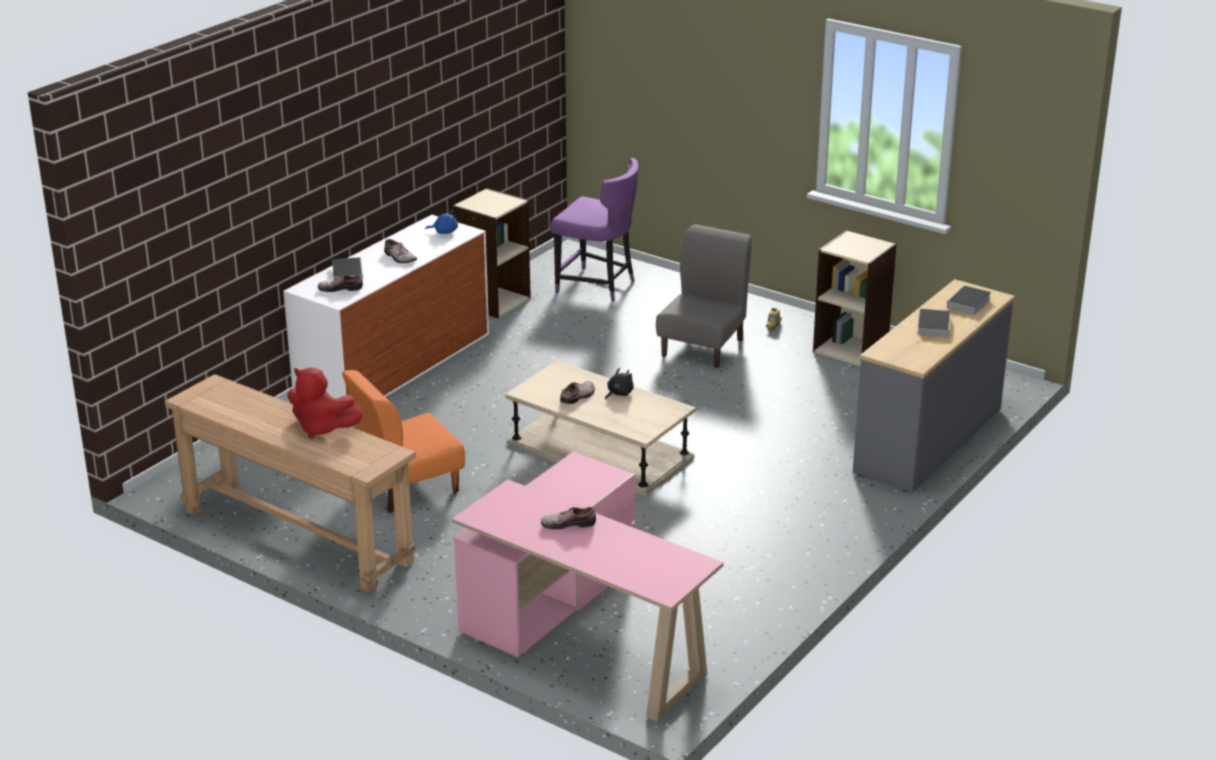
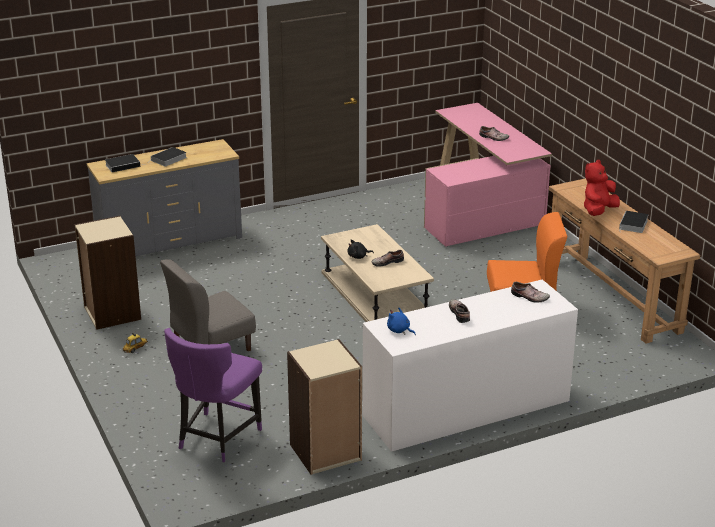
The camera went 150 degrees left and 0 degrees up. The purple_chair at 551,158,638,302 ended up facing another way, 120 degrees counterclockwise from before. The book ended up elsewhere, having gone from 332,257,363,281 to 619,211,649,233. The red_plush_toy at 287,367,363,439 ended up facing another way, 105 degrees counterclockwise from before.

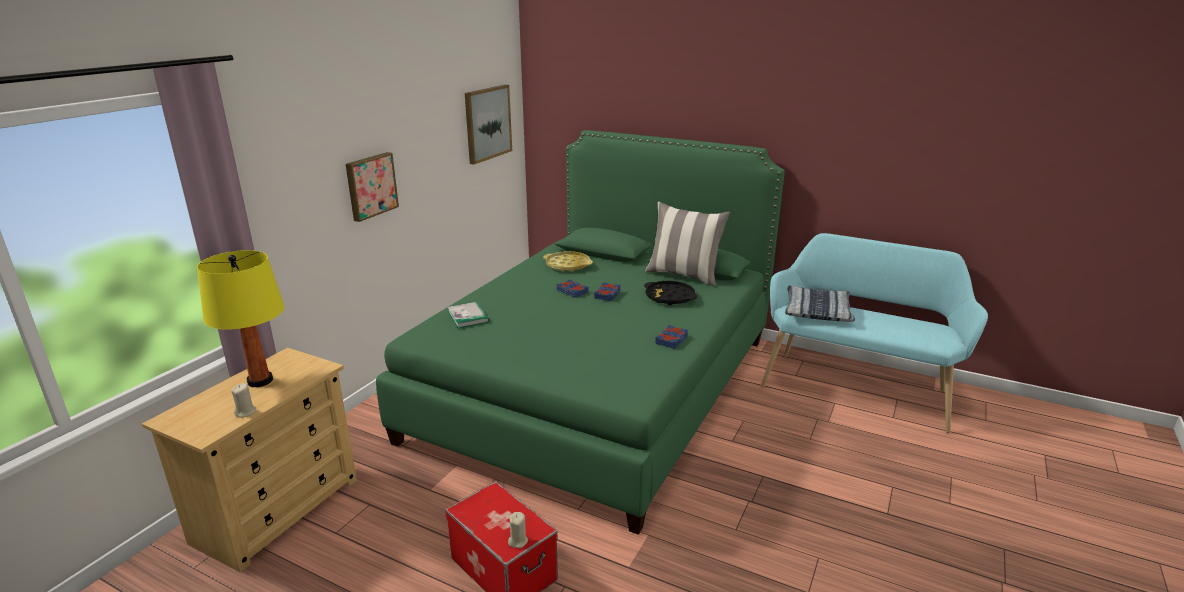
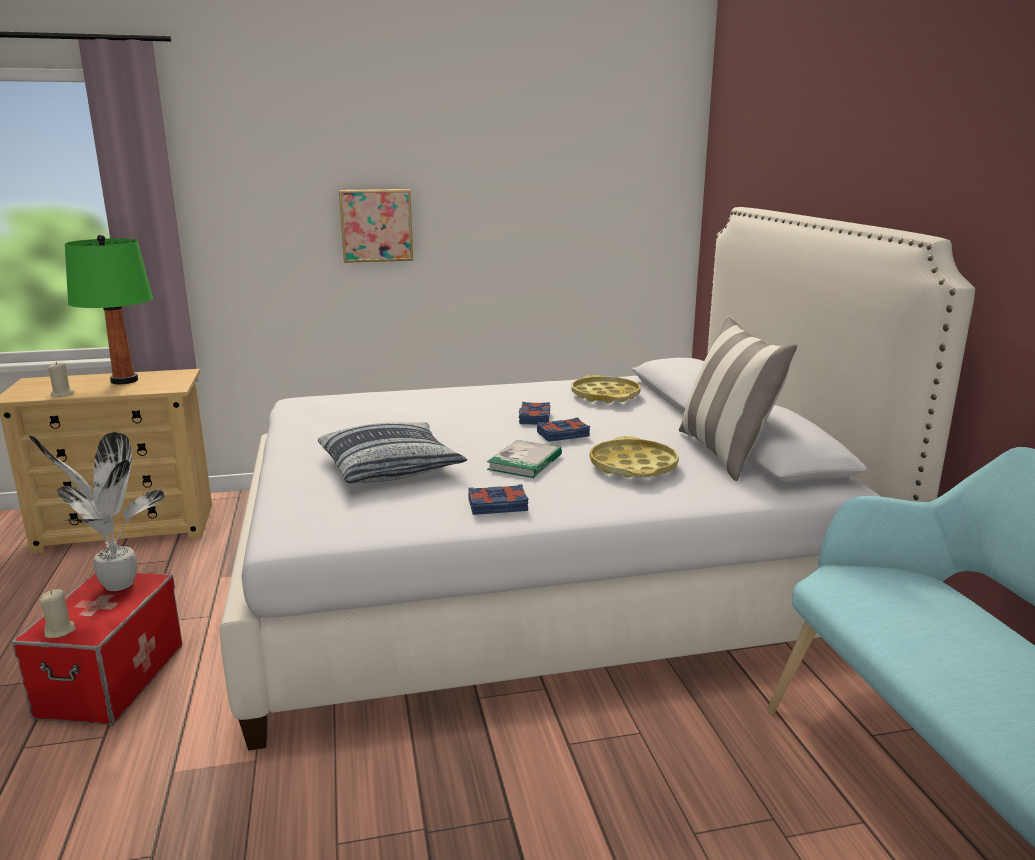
The camera went 50 degrees right and 5 degrees down. The second view lost the picture at 465,85,512,164. What was the green_bed at 376,130,785,535 turned into the white_bed at 220,207,975,750. What was the yellow_table_lamp at 197,250,284,387 turned into the green_table_lamp at 65,235,153,384. What was the black_tray at 644,281,697,305 turned into the yellow_tray at 590,436,679,477. The pillow ended up elsewhere, having gone from 785,286,855,322 to 318,422,467,483. The book ended up elsewhere, having gone from 447,302,489,328 to 487,440,562,478. The second view gained the potted_plant at 29,432,165,591.

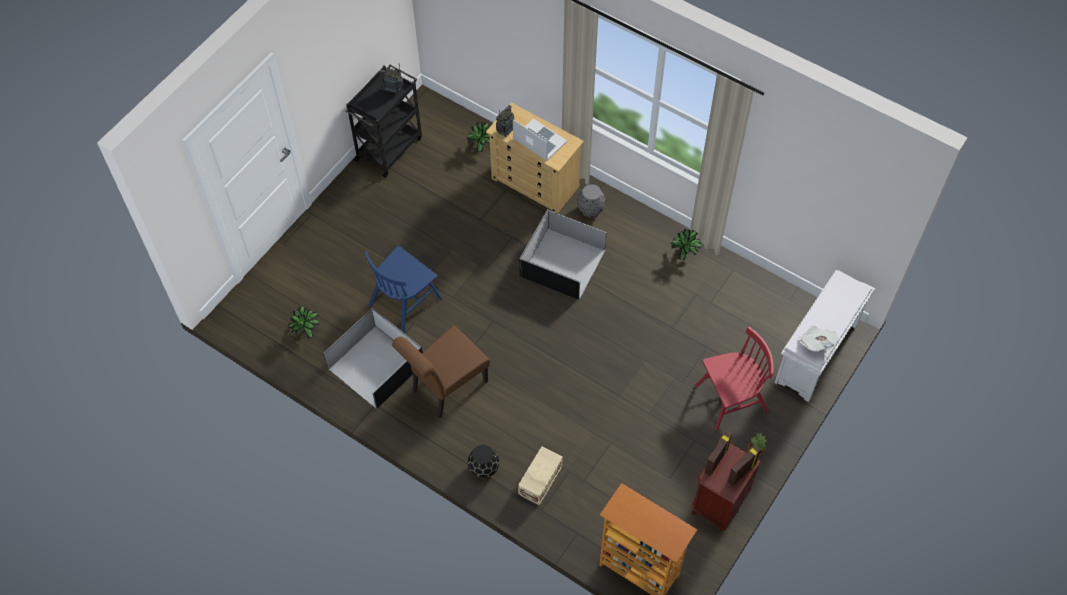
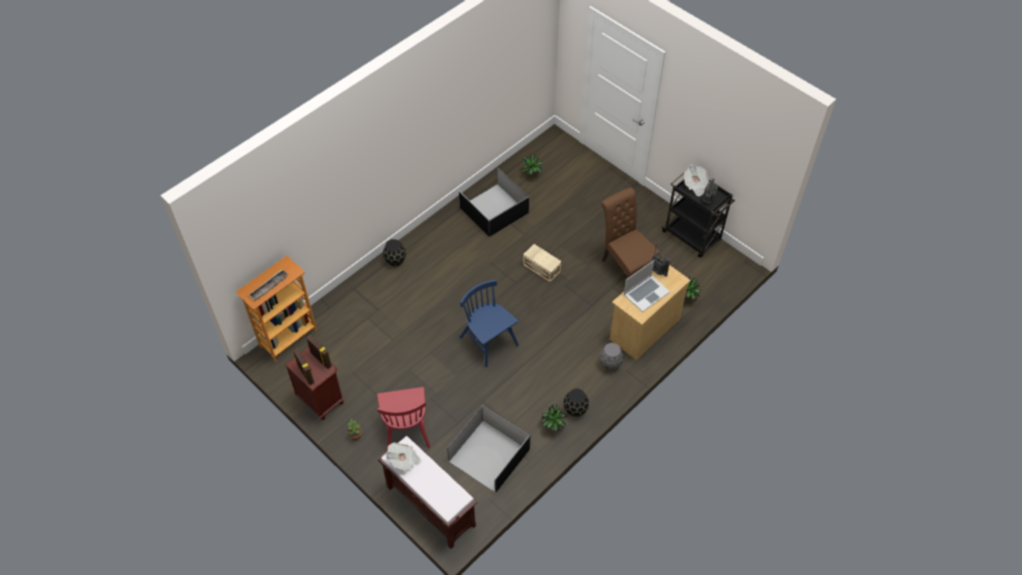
The camera went 100 degrees right and 5 degrees down. The black_storage_box ended up elsewhere, having gone from 519,209,607,300 to 447,405,530,493. The blue_chair ended up elsewhere, having gone from 364,246,442,333 to 460,280,519,367. What was the white_bench at 774,270,875,402 turned into the brown_bench at 378,436,478,549. The brown_chair ended up elsewhere, having gone from 392,326,490,418 to 601,187,660,278. The beige_storage_box ended up elsewhere, having gone from 518,446,563,505 to 523,244,561,282. The second view gained the newspaper at 684,165,709,197. The second view gained the tray at 249,270,289,301. The second view gained the black_vase at 564,389,589,417.

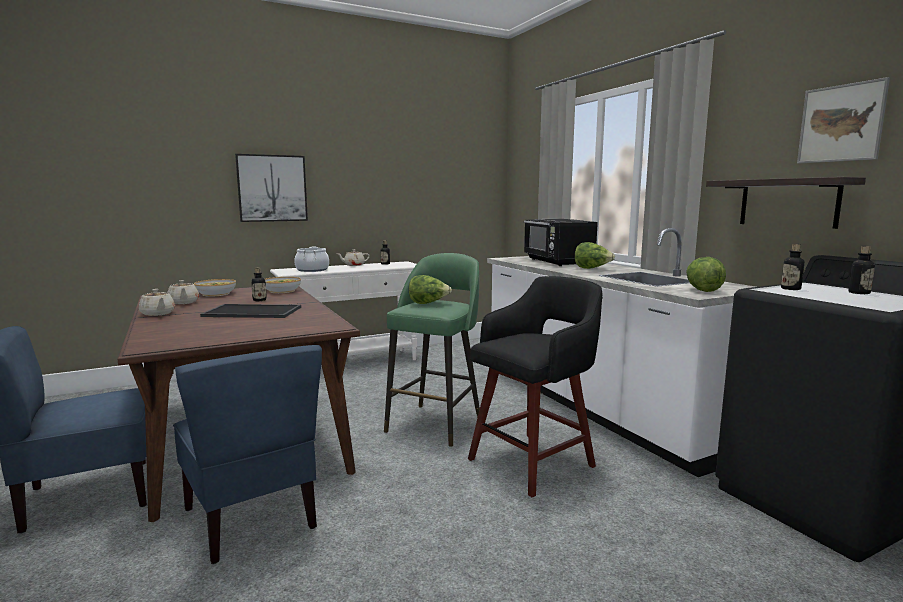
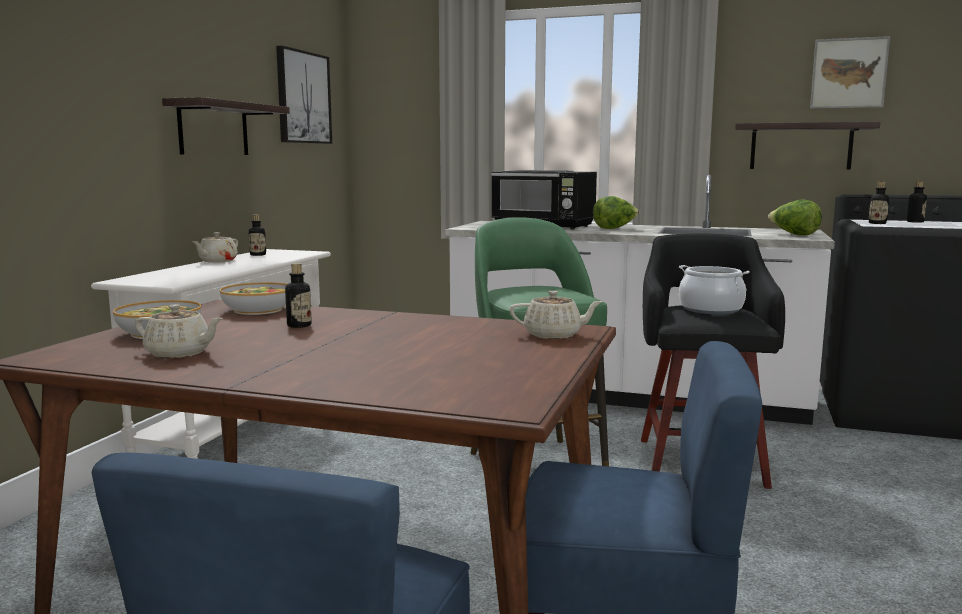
The camera went 45 degrees left and 0 degrees up. The picture ended up elsewhere, having gone from 235,154,308,222 to 276,46,332,144. The cooking_pot ended up elsewhere, having gone from 294,247,329,272 to 679,265,750,314. The second view lost the lettuce at 409,275,452,304. The beige_teapot ended up elsewhere, having gone from 139,289,175,316 to 509,291,603,339. The second view lost the tray at 200,304,301,318. The second view gained the shelf at 162,97,290,155.

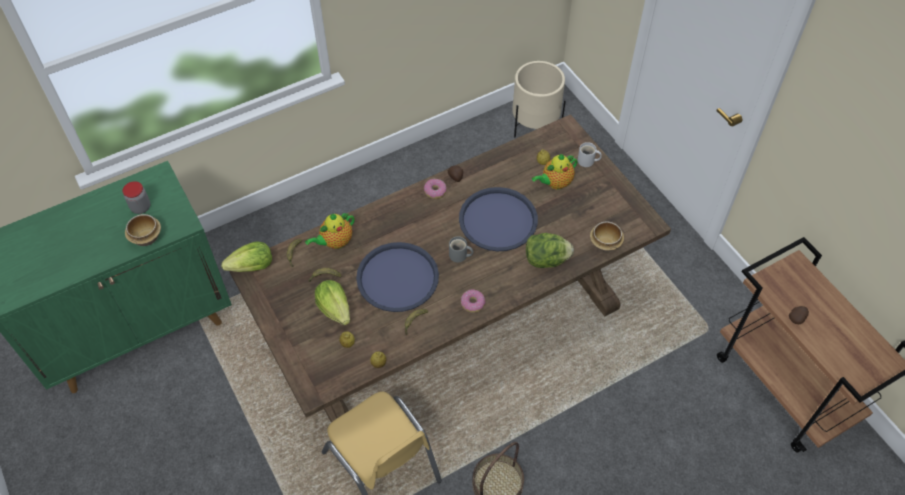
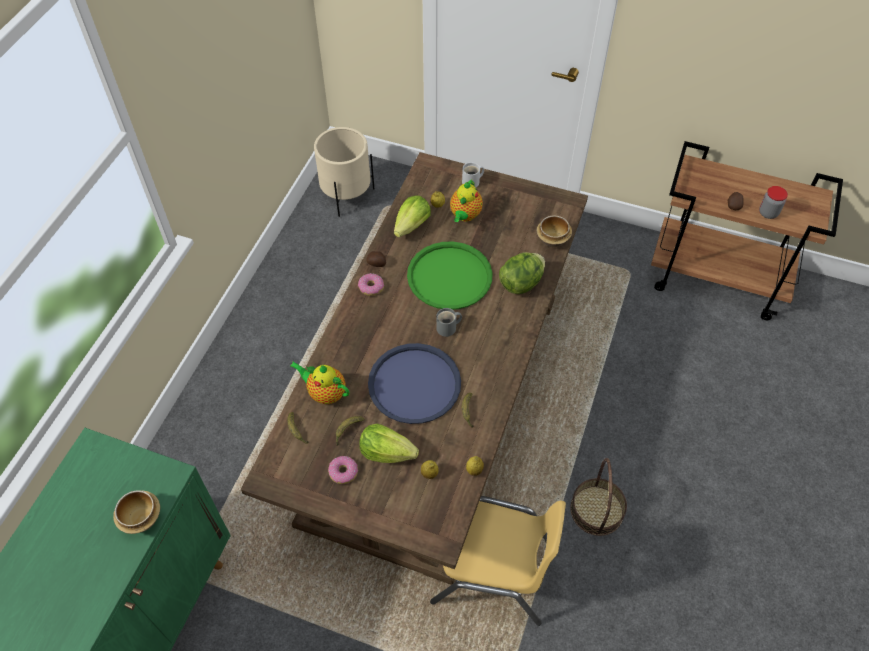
The camera went 40 degrees left and 0 degrees up. The jar ended up elsewhere, having gone from 122,181,150,214 to 759,186,788,219. What was the blue_tray at 459,187,538,251 turned into the green_tray at 407,242,493,310. The teapot at 305,213,355,249 ended up facing another way, 105 degrees clockwise from before. The lettuce ended up elsewhere, having gone from 221,241,272,272 to 394,196,431,237. The donut ended up elsewhere, having gone from 461,289,485,313 to 328,456,358,484.

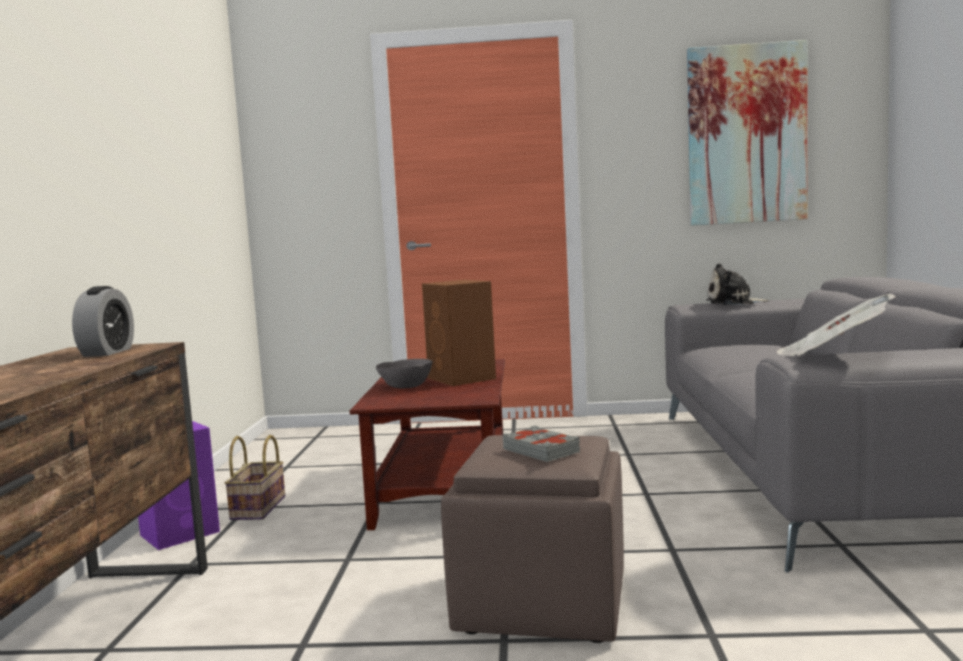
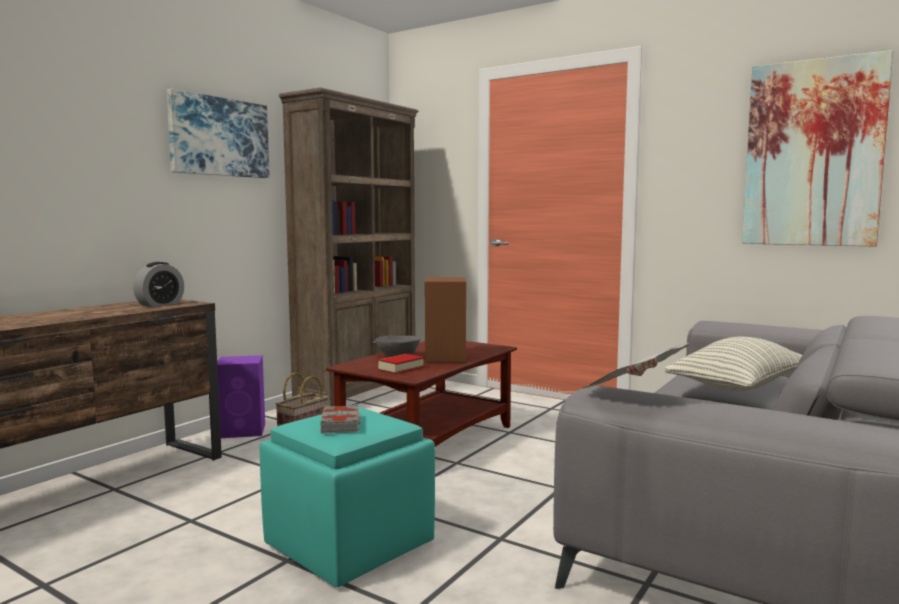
The camera went 30 degrees right and 0 degrees up. The second view lost the plush_toy at 706,263,769,305. What was the brown_ottoman at 441,435,624,643 turned into the turquoise_ottoman at 260,407,435,587. The second view gained the brown_bookcase at 279,87,419,406. The second view gained the picture at 167,89,269,178. The second view gained the pillow at 665,337,802,391. The second view gained the book at 377,354,424,374.

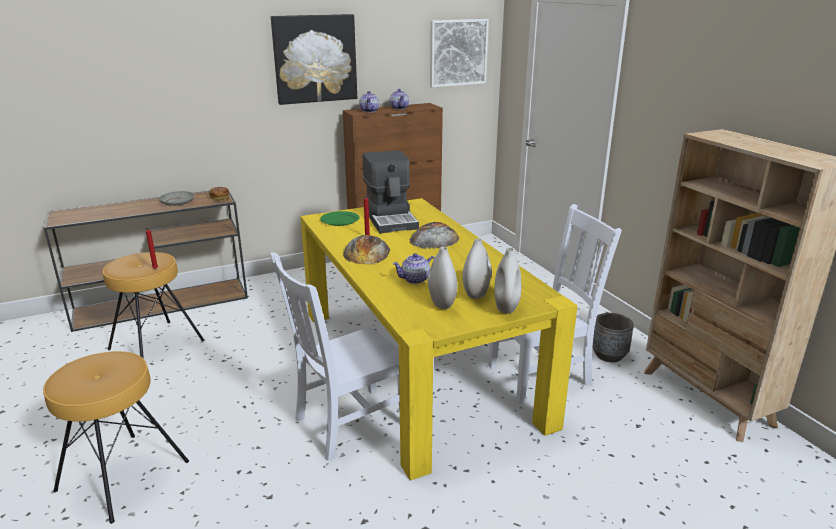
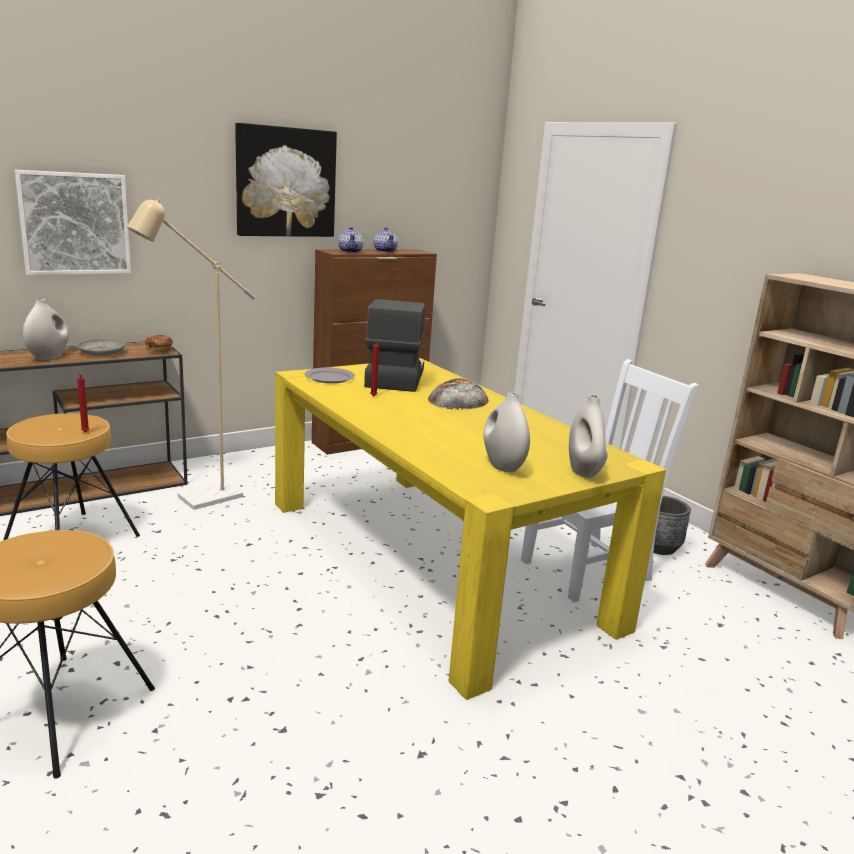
The camera went 10 degrees left and 5 degrees down. The picture ended up elsewhere, having gone from 430,19,489,87 to 14,170,131,275. The coffee_machine at 362,150,419,233 ended up facing another way, 150 degrees counterclockwise from before. What was the green_plate at 320,211,360,226 turned into the grey_plate at 305,367,355,383. The second view lost the bread at 343,235,390,264. The white_vase ended up elsewhere, having gone from 462,238,492,299 to 23,299,69,360. The second view lost the white_chair at 270,252,400,461. The second view lost the teapot at 392,253,435,284. The second view gained the beige_floor_lamp at 127,198,255,510.

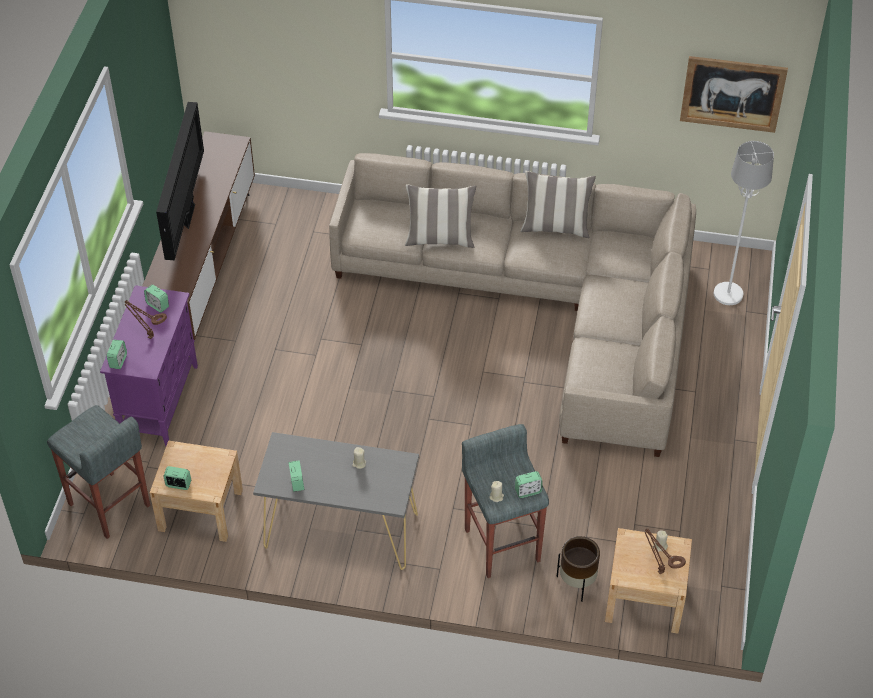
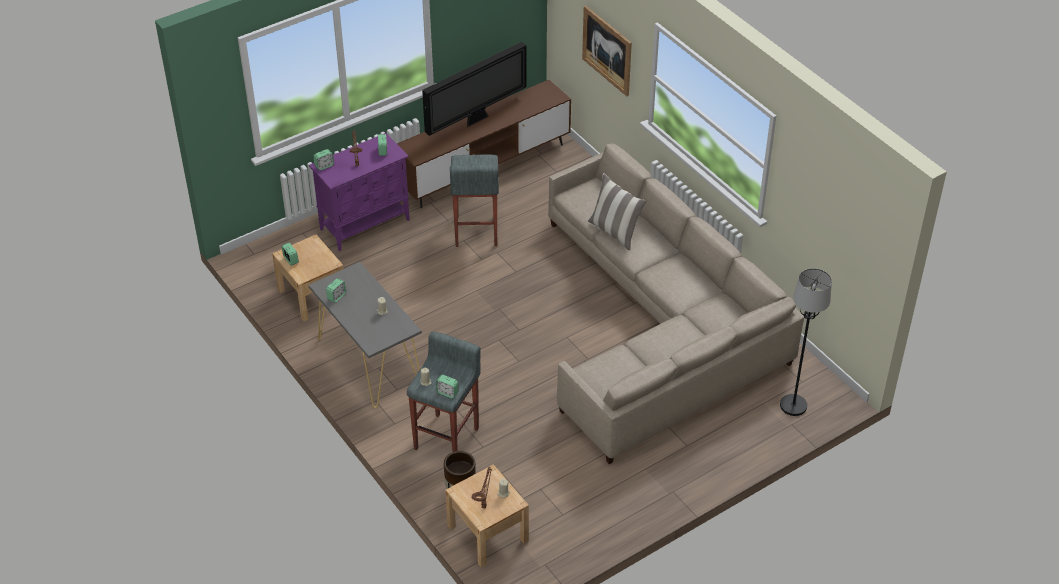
The camera went 45 degrees right and 5 degrees down. The picture ended up elsewhere, having gone from 680,56,788,133 to 582,6,632,96. What was the white_floor_lamp at 714,141,774,305 turned into the black_floor_lamp at 780,268,832,416. The second view lost the pillow at 520,171,596,238. The grey_stool ended up elsewhere, having gone from 47,405,150,539 to 450,154,499,247.

